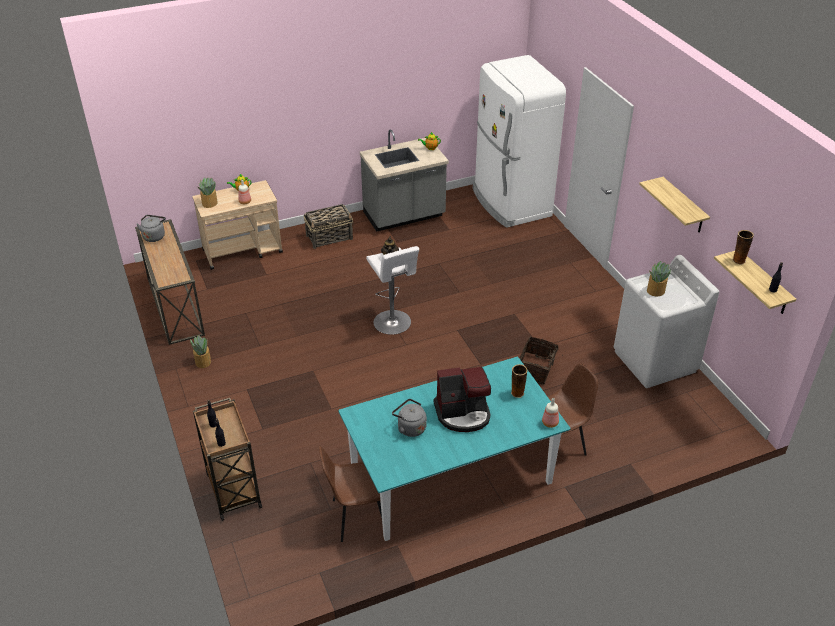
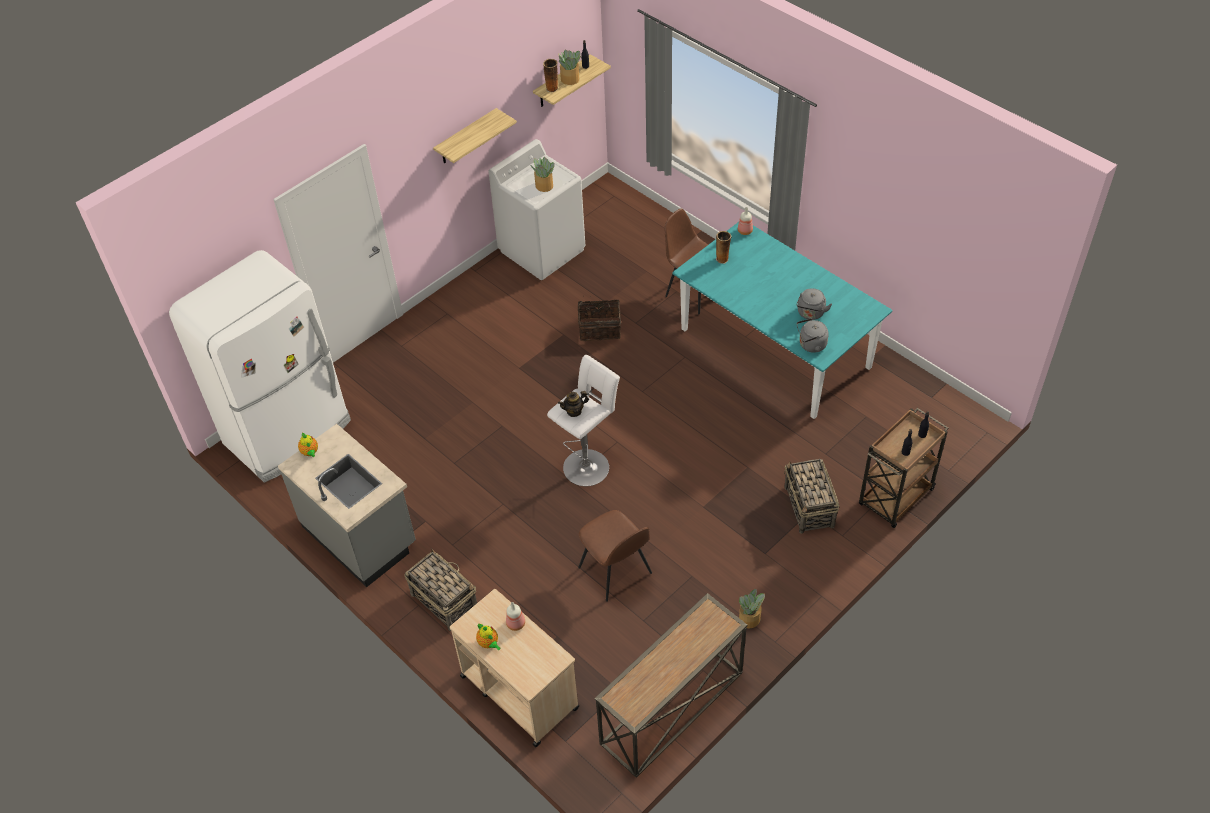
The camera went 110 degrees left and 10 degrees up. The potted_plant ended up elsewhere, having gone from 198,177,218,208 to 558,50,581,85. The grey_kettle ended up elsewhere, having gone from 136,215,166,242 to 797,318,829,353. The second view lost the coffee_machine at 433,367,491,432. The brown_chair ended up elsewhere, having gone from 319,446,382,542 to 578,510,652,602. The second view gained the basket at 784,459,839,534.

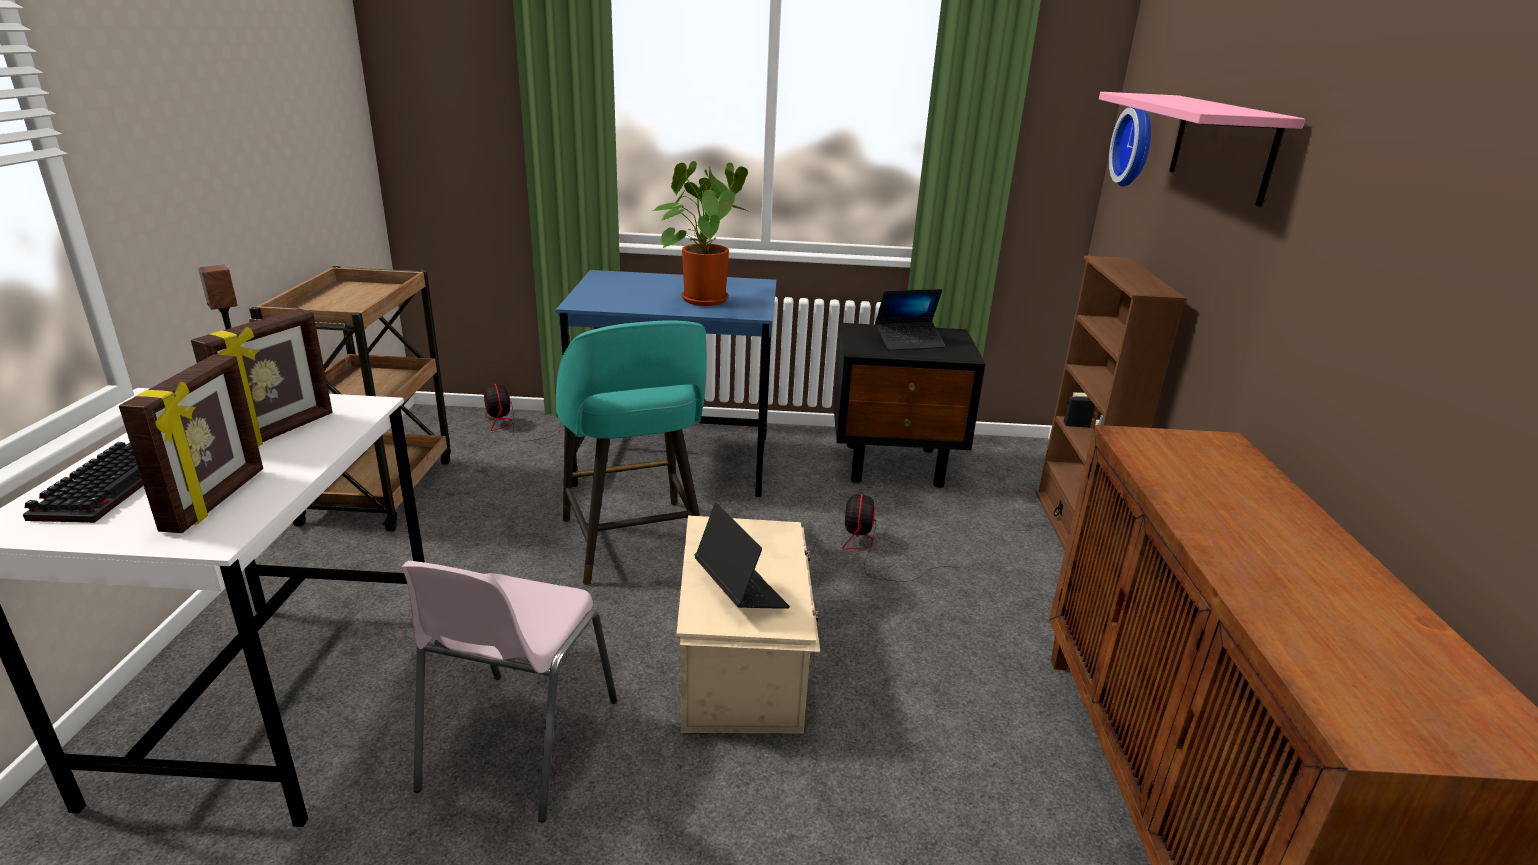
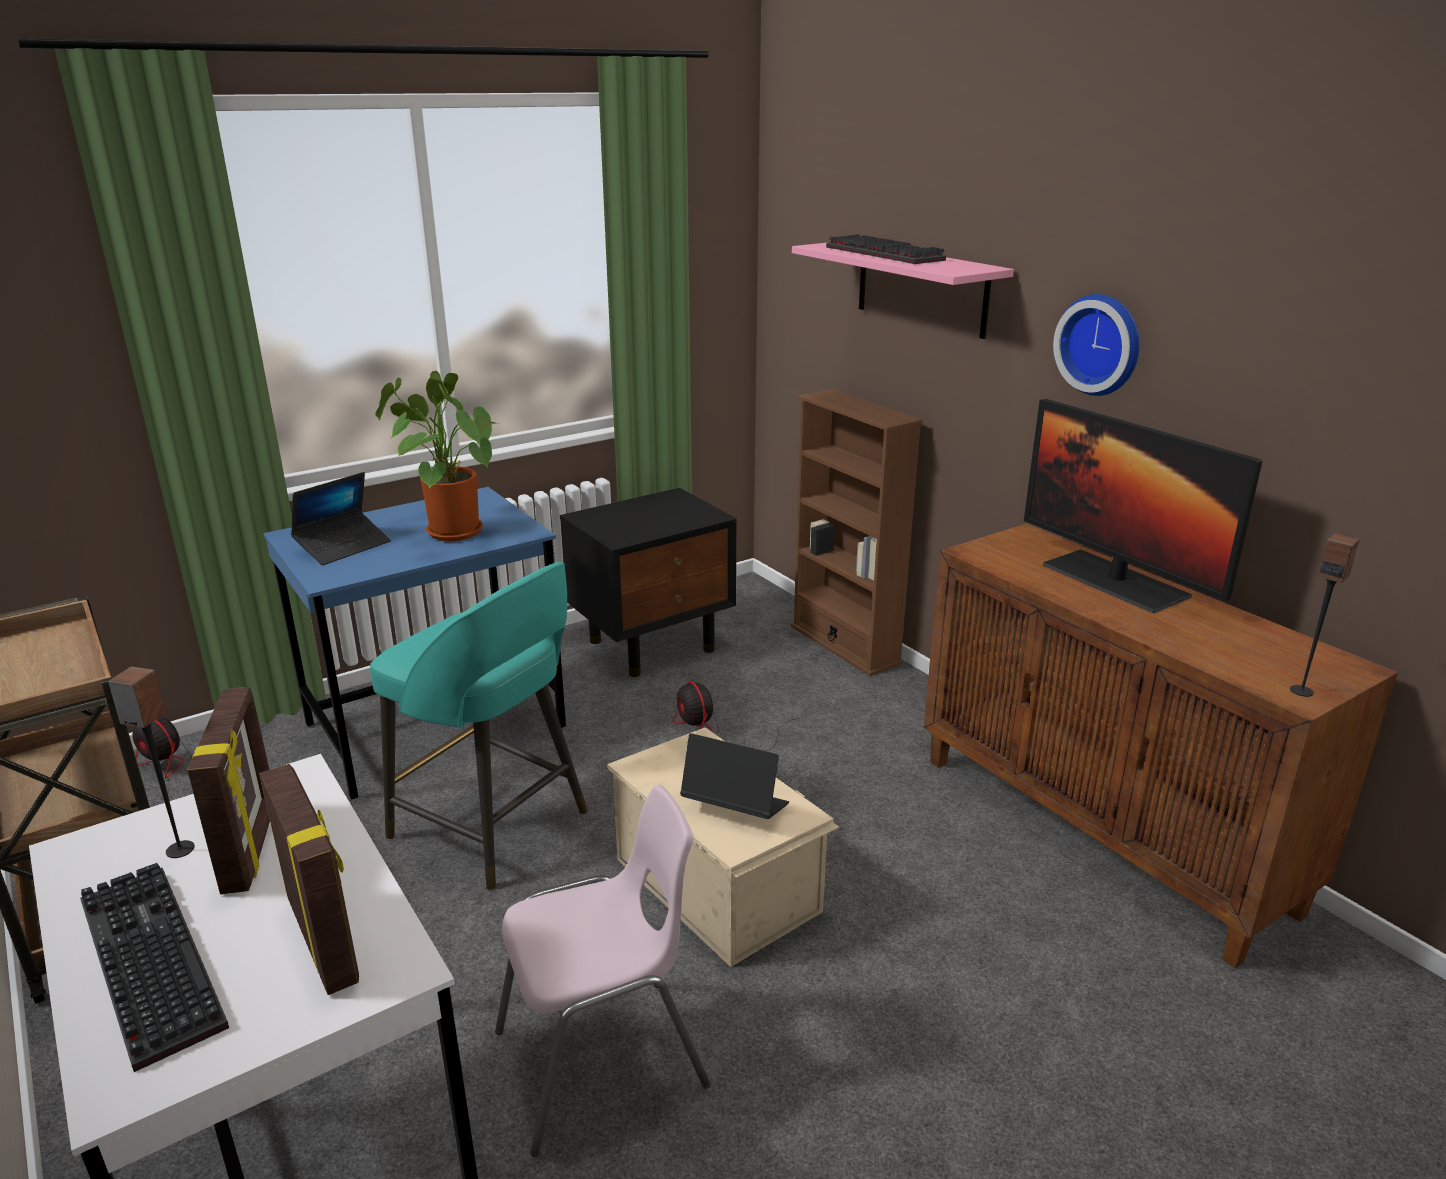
The camera went 35 degrees left and 0 degrees up. The wall_clock ended up elsewhere, having gone from 1109,107,1151,187 to 1053,294,1140,396. The laptop ended up elsewhere, having gone from 875,289,945,351 to 291,472,391,566. The pink_chair at 401,561,617,822 ended up facing another way, 90 degrees counterclockwise from before. The second view gained the keyboard at 826,234,946,264. The second view gained the monitor at 1024,399,1263,613. The second view gained the speaker at 1290,533,1360,697.

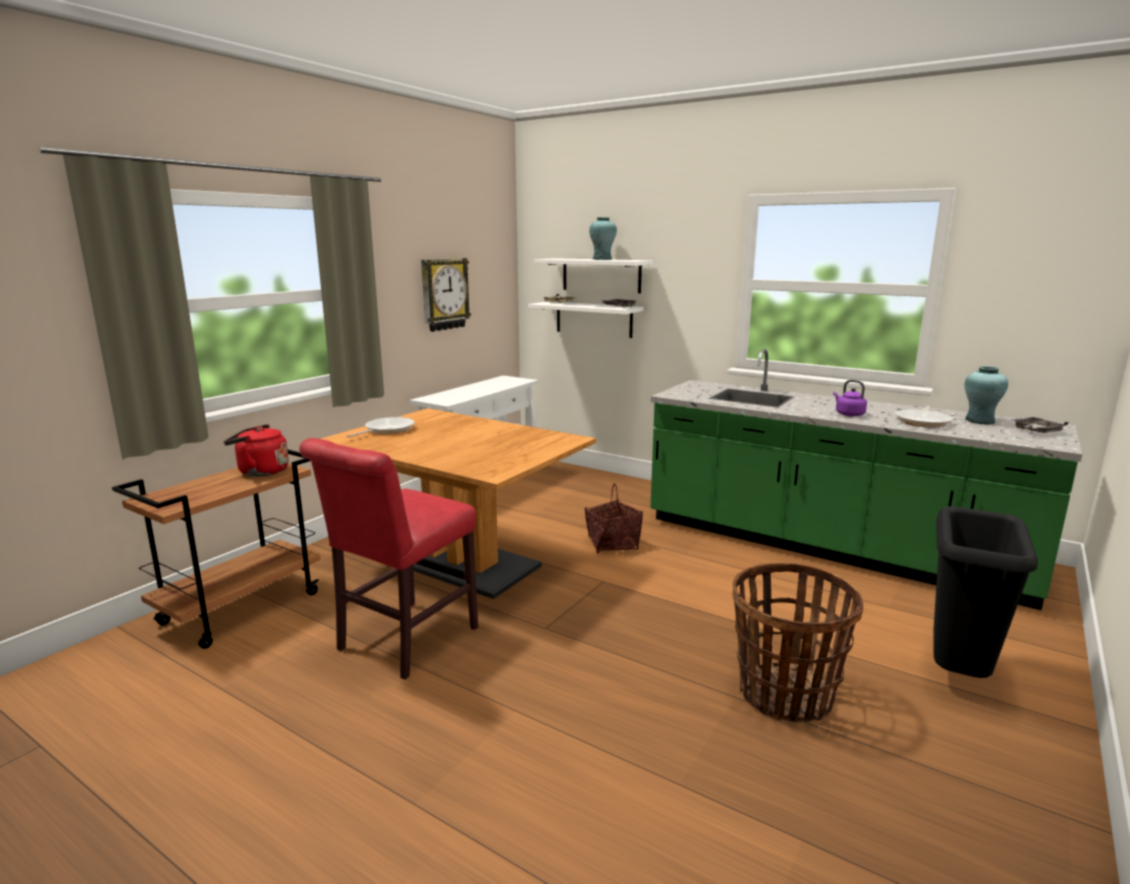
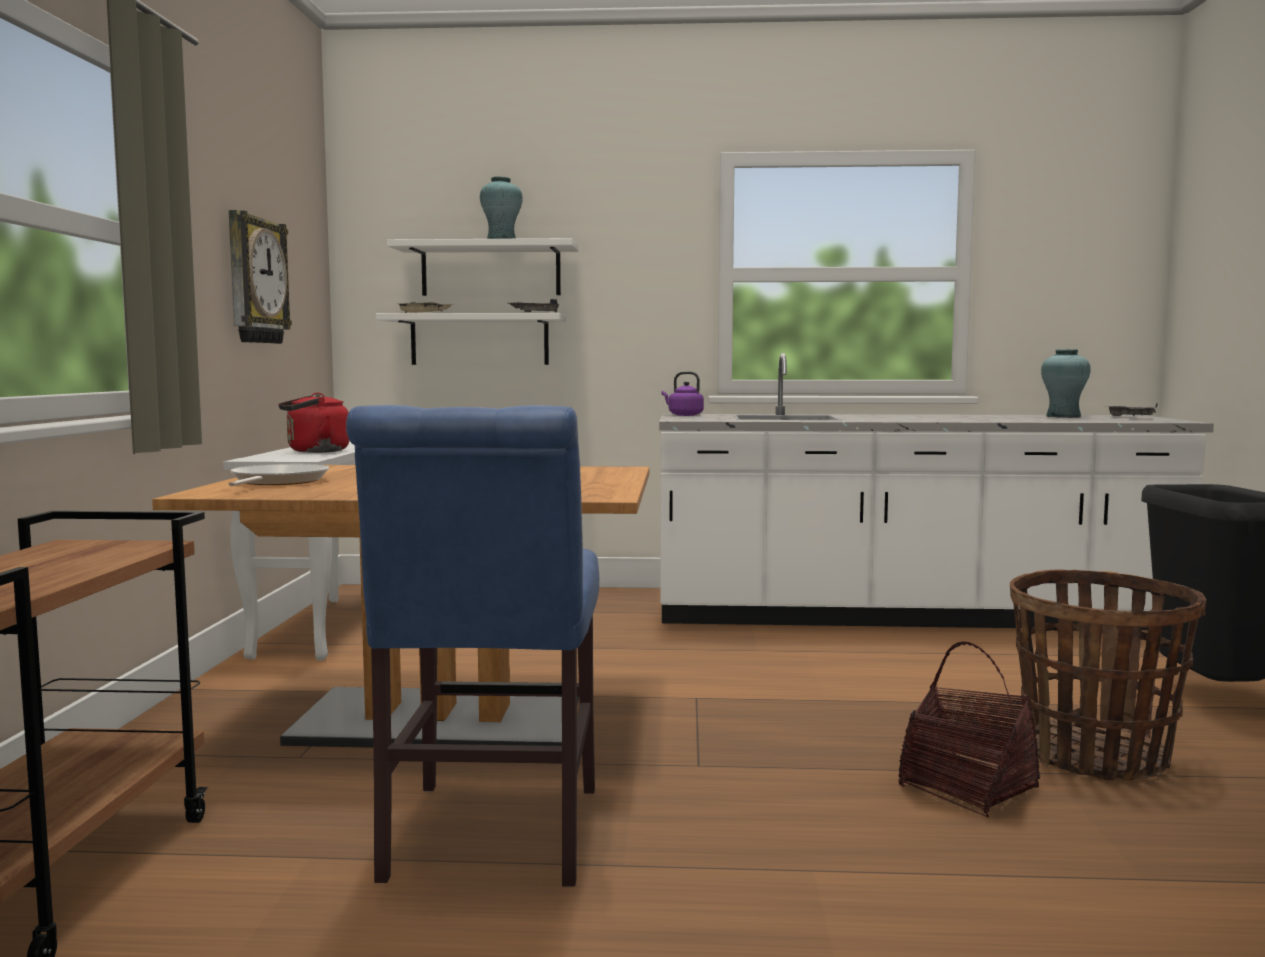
The camera went 30 degrees left and 10 degrees down. What was the green_counter at 650,349,1082,610 turned into the white_counter at 659,353,1214,630. The purple_kettle ended up elsewhere, having gone from 833,380,867,416 to 661,371,704,416. The second view lost the frying_pan at 895,406,953,427. The red_kettle ended up elsewhere, having gone from 224,424,289,477 to 278,393,350,453. What was the red_chair at 299,438,478,680 turned into the blue_chair at 346,405,599,887. The basket ended up elsewhere, having gone from 585,483,643,554 to 898,642,1040,817.

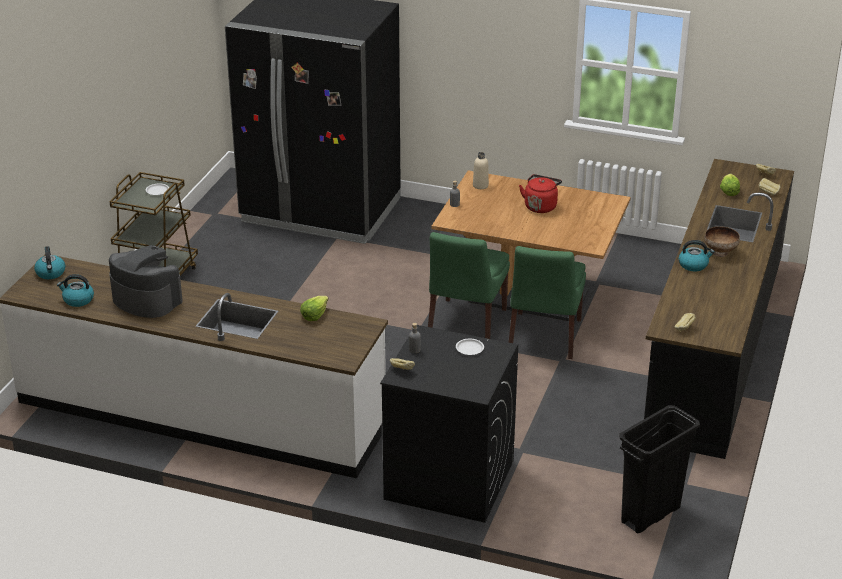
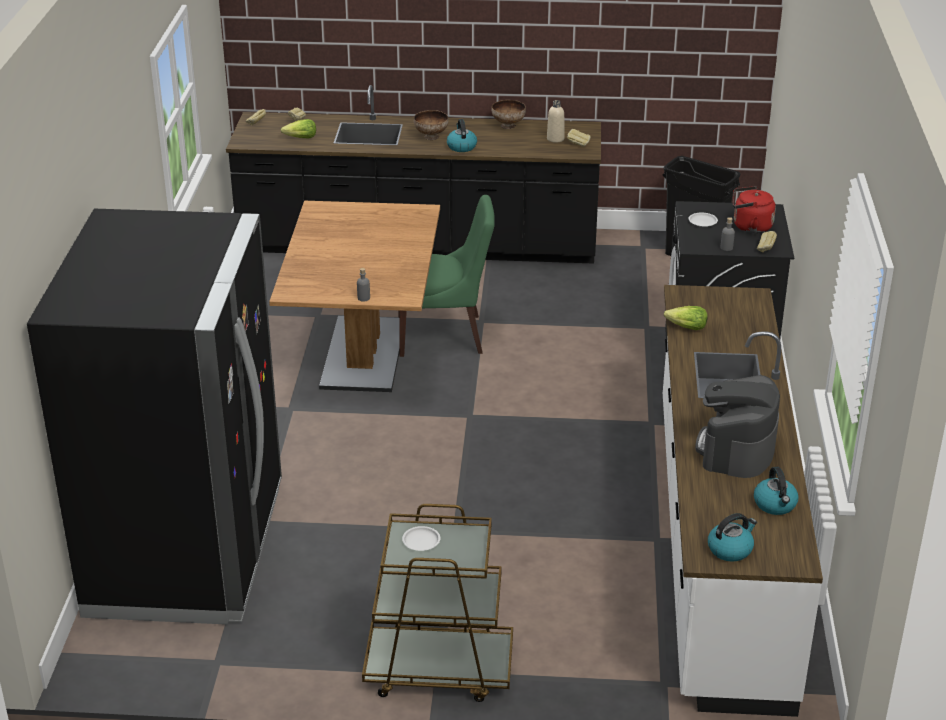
The camera went 105 degrees left and 0 degrees up. The beige_bottle ended up elsewhere, having gone from 473,152,489,189 to 547,100,564,143. The red_kettle ended up elsewhere, having gone from 519,174,562,213 to 733,186,776,233. The second view lost the green_chair at 428,232,510,339. The second view gained the bowl at 491,100,526,129.

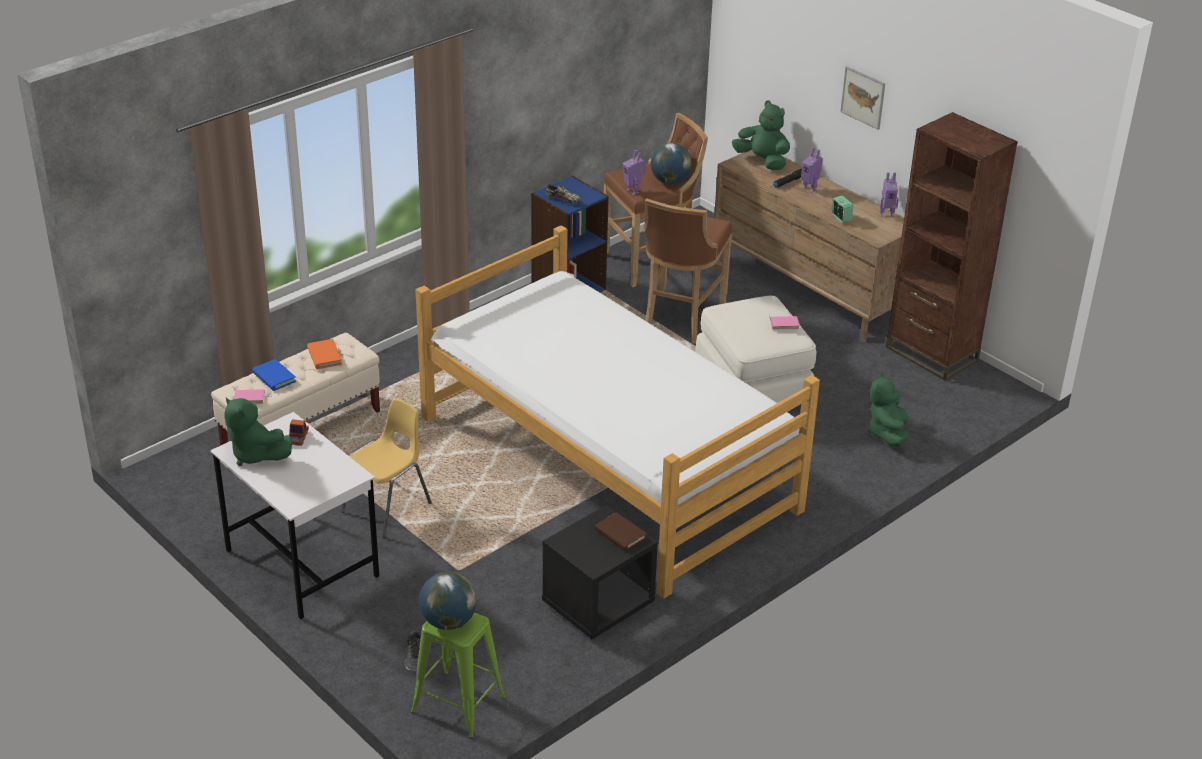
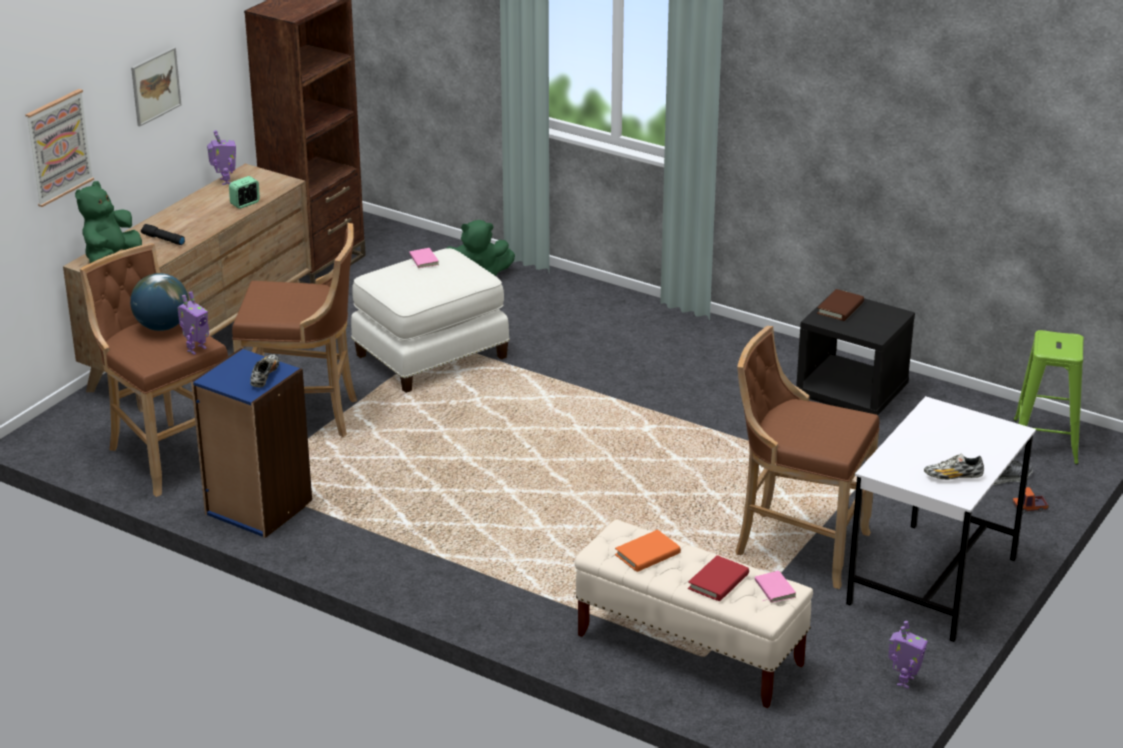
The camera went 105 degrees left and 5 degrees down. The toy_robot ended up elsewhere, having gone from 801,147,823,193 to 888,621,928,689. The second view lost the bed at 415,225,820,599. What was the blue_book at 252,359,296,391 turned into the red_book at 688,555,749,601. Where the green_plush_toy stood at 224,397,292,466, the shoe came to stand at 924,453,984,480. Where the yellow_chair stood at 341,398,432,538, the brown_stool came to stand at 736,326,880,589. The toy_truck ended up elsewhere, having gone from 289,419,309,446 to 1012,487,1049,513. The second view lost the globe at 419,572,477,630. The second view gained the picture at 25,89,94,207.

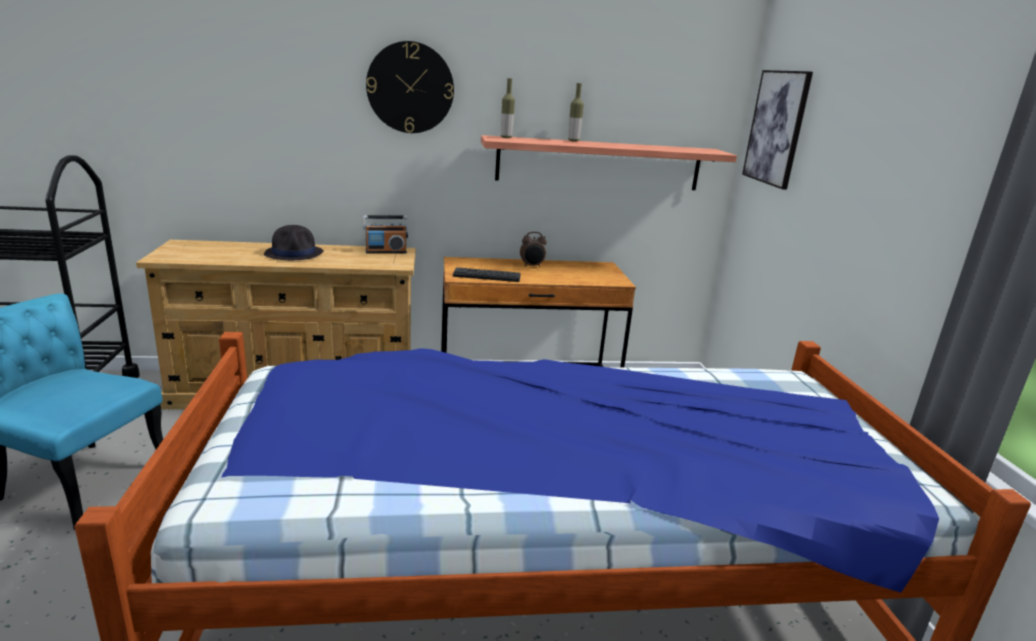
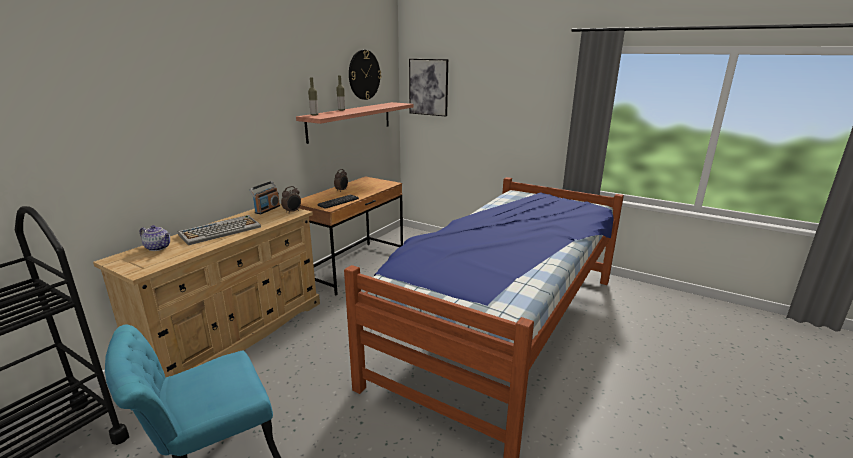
The camera went 50 degrees left and 0 degrees up. The wall_clock ended up elsewhere, having gone from 366,41,454,133 to 349,50,381,100. Where the black_hat stood at 264,225,324,260, the keyboard came to stand at 178,215,261,245. The second view gained the alarm_clock at 281,186,301,214. The second view gained the teapot at 140,225,170,251.

